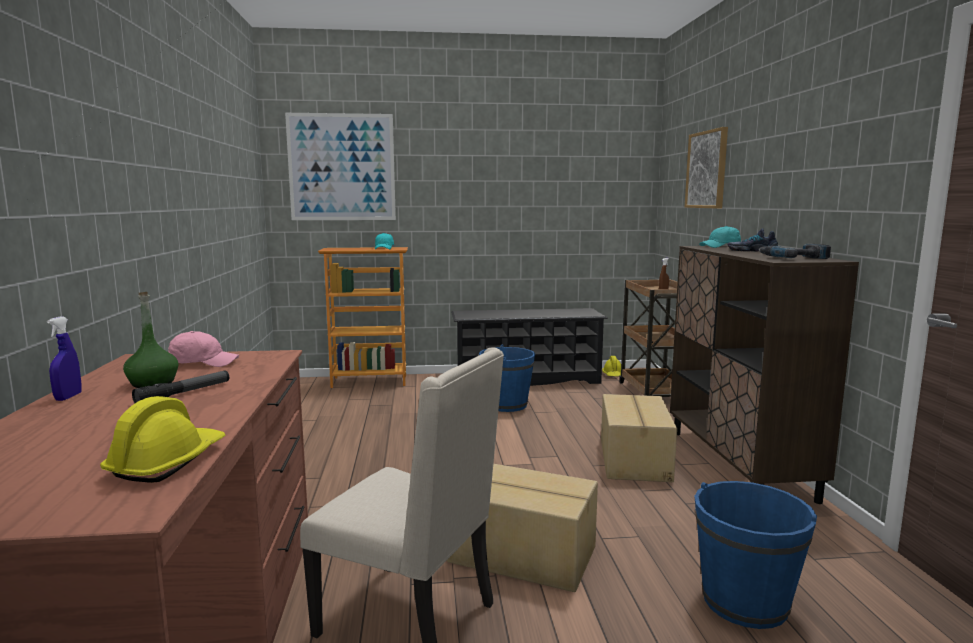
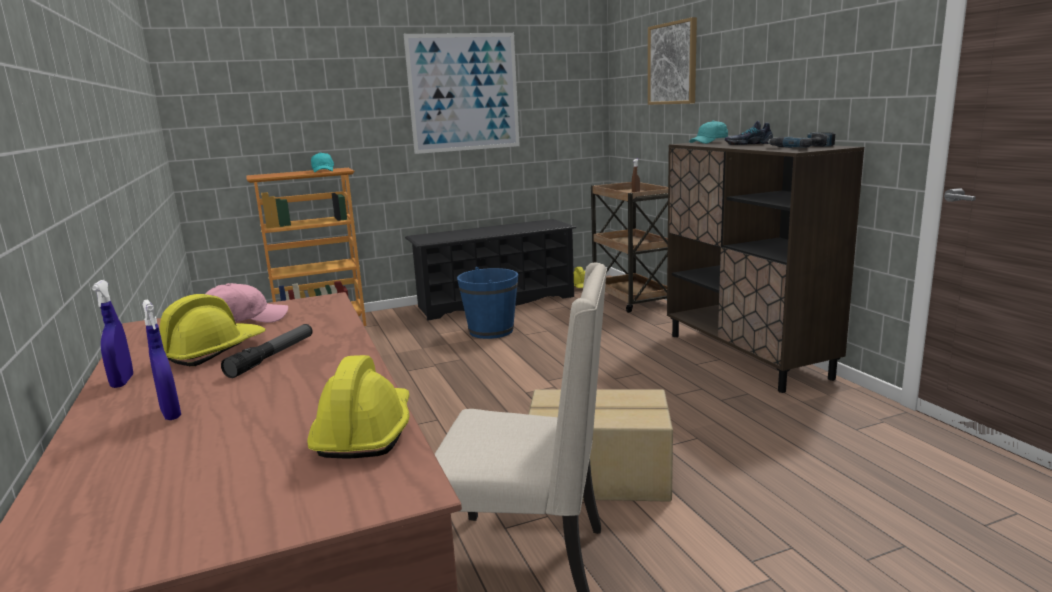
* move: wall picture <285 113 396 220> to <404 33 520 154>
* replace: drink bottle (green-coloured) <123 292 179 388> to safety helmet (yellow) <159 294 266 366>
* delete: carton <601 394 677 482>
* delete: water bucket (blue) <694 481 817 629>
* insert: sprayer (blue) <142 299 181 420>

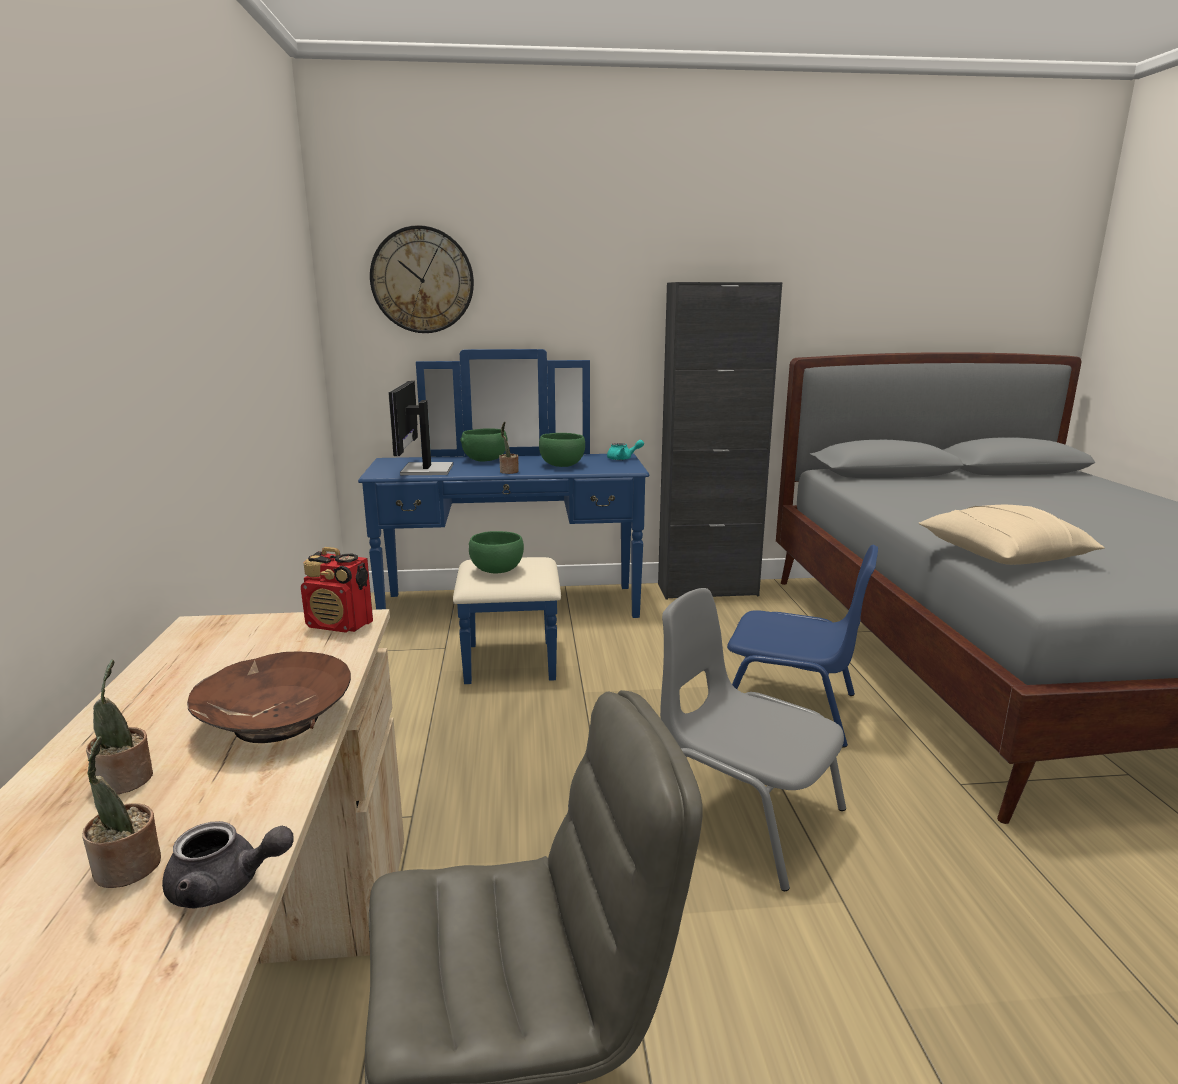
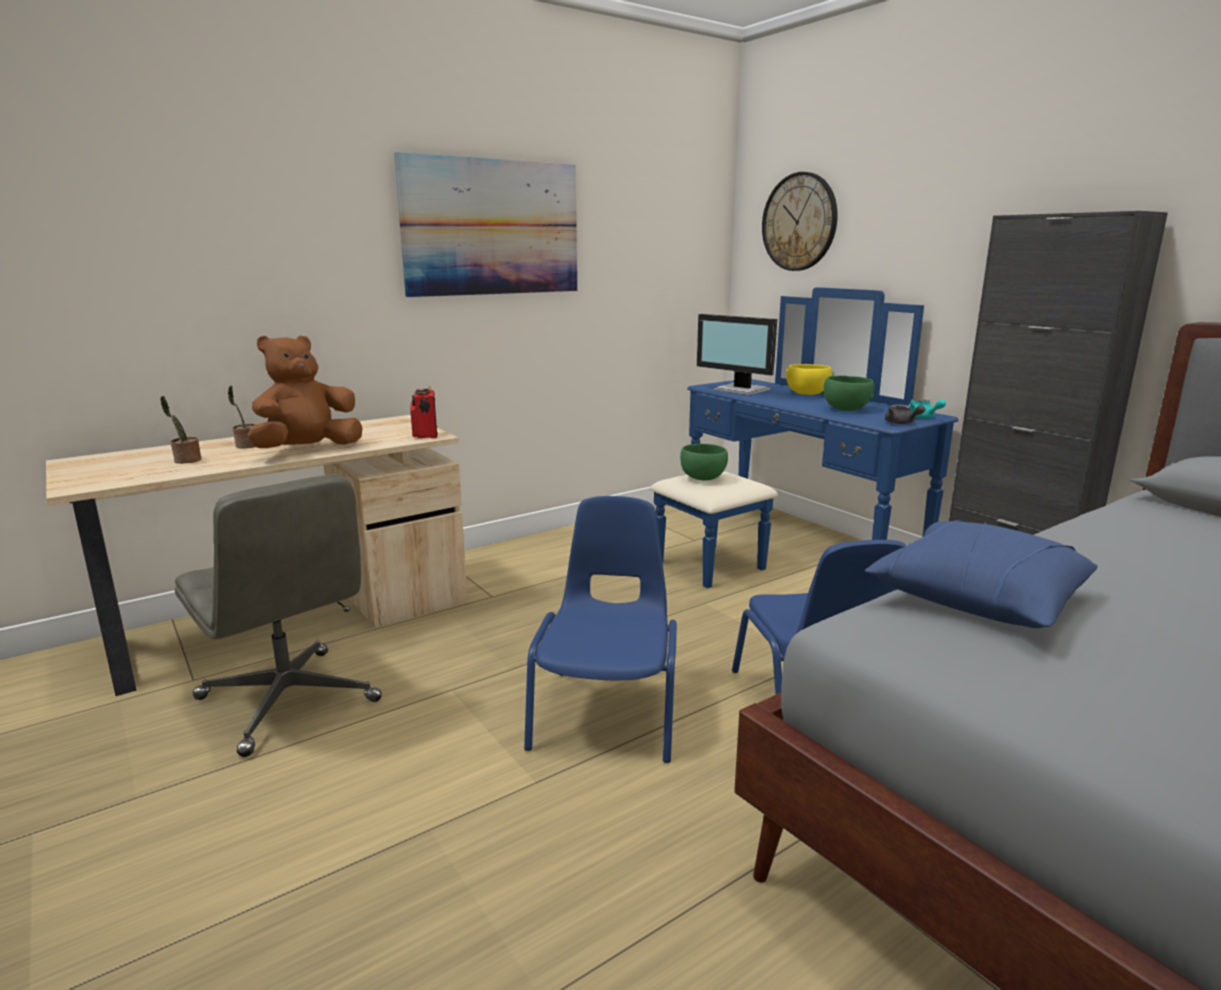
* rotate: monitor <388 381 453 475> = <697 314 777 395> 105 degrees counterclockwise
* delete: potted plant <499 422 519 474>
* recolor: deep dish (green-coloured) <460 428 508 461> to deep dish (yellow) <786 364 832 395>
* recolor: pillow (beige) <919 505 1105 565> to pillow (blue) <864 520 1098 628>
* recolor: chair (greyish) <660 588 846 891> to chair (blue) <524 496 677 763>
* replace: deep dish (brown) <187 651 351 743> to plush toy (brown) <248 335 363 448>
* move: pot for tea (greyish) <162 821 294 908> to <885 404 925 425>
* insert: wall picture <394 152 577 297>

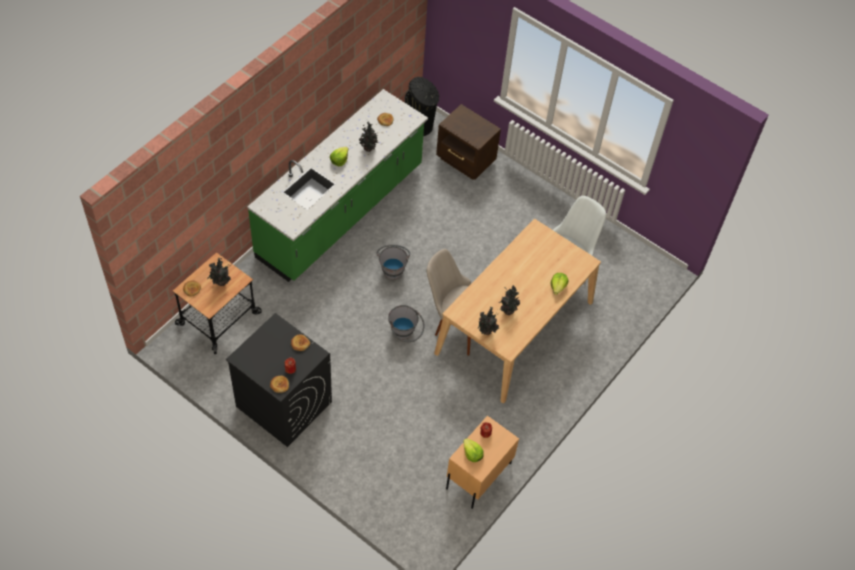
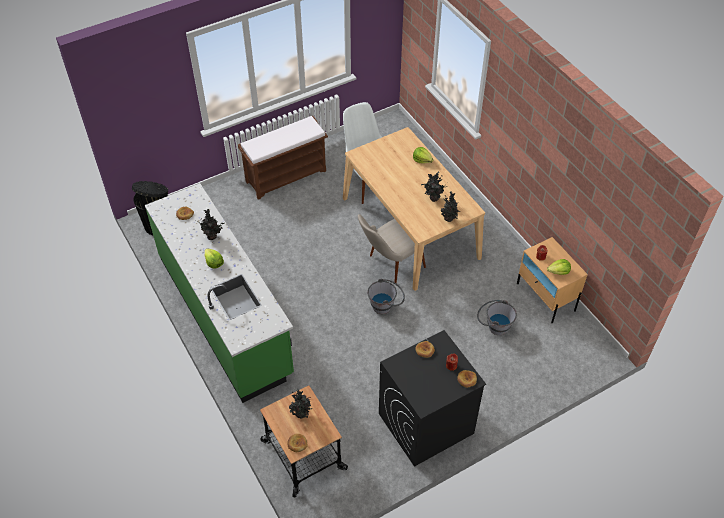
* delete: night table (brown) <436 104 501 180>
* move: water bucket (greyish) <377 245 410 280> to <477 300 517 335>
* insert: indoor bench (brown) <238 116 328 200>

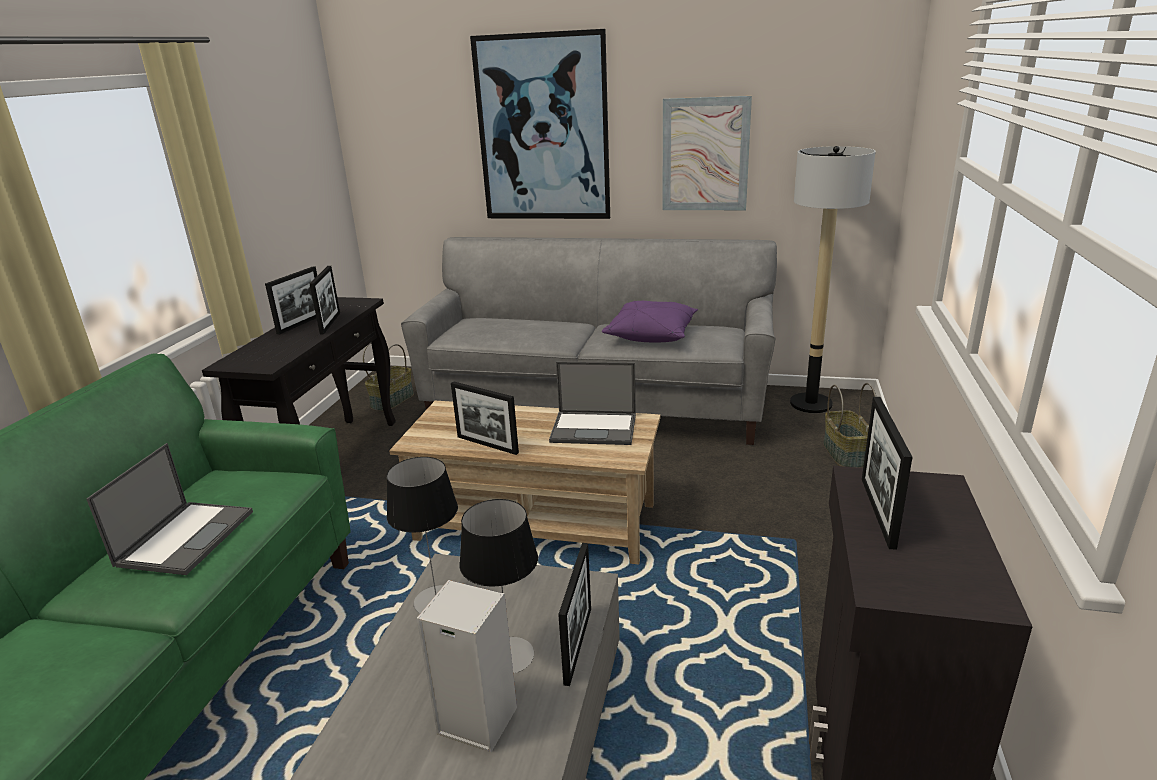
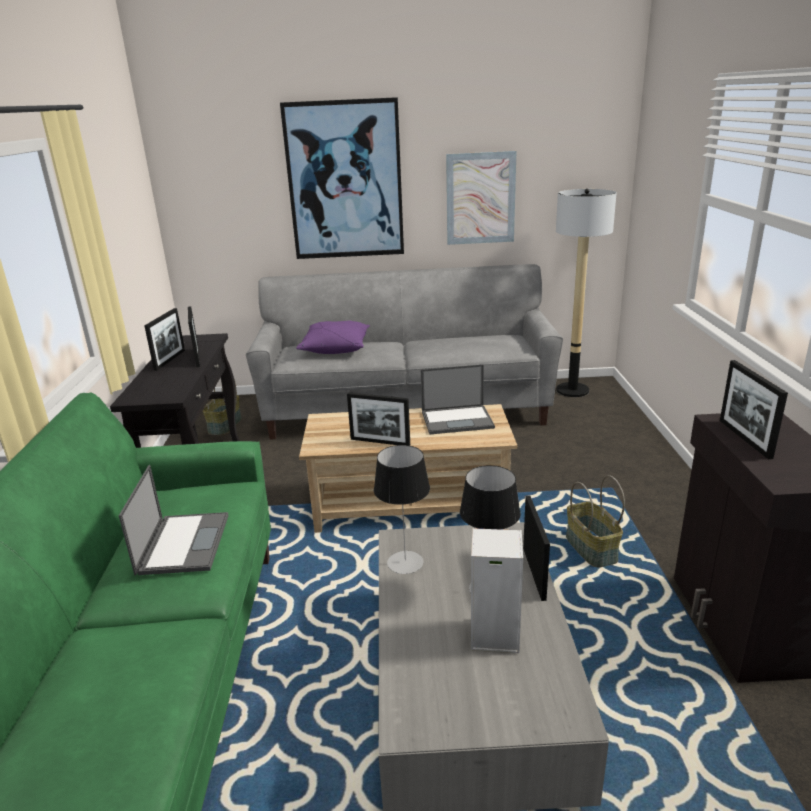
* move: pillow (purplish) <602 301 698 342> to <296 321 370 354>
* move: storage basket <823 383 876 468> to <566 475 625 568>

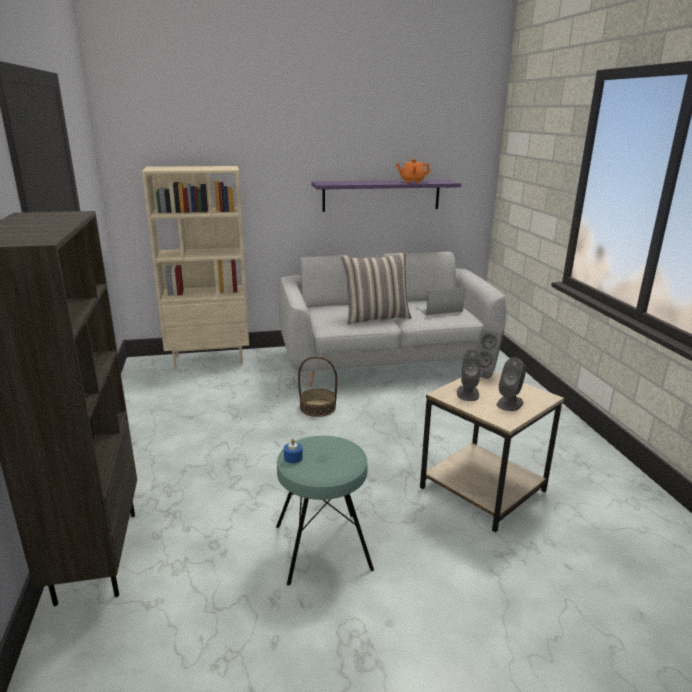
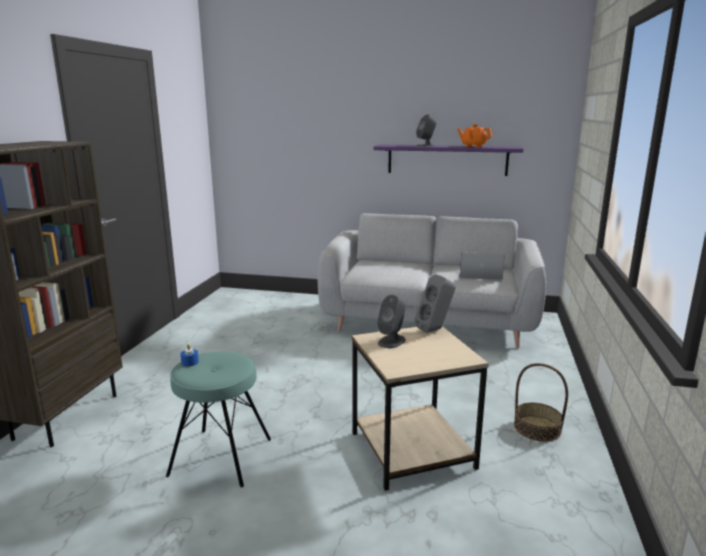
* delete: bookshelf (beige) <142 166 249 369>
* delete: pillow <342 252 412 324>
* move: storage basket <298 356 337 417> to <514 363 568 442>
* move: speaker (greyish) <497 358 526 411> to <416 114 437 147>

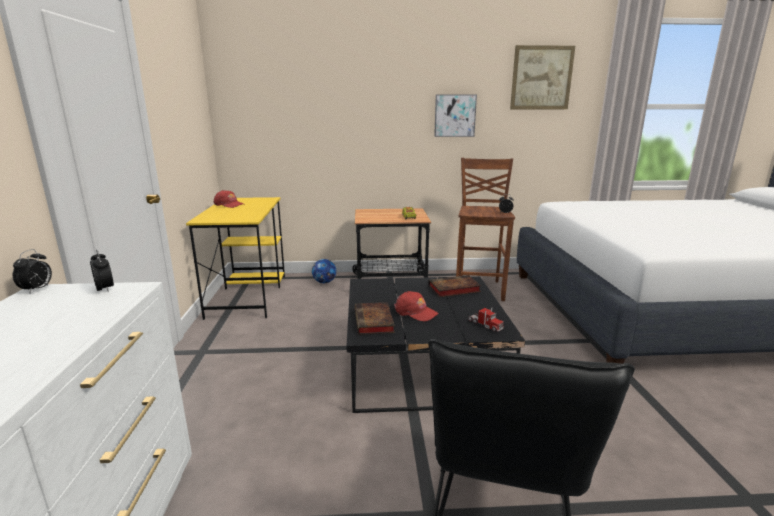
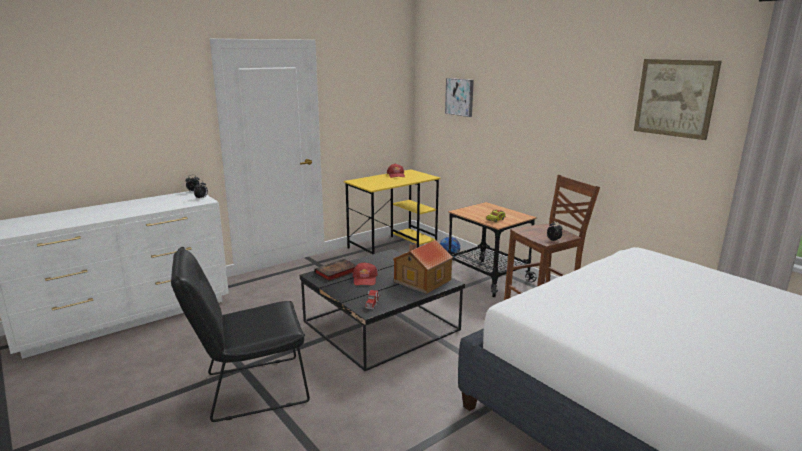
* move: wall picture <434 94 477 137> to <445 78 474 117>
* replace: book <428 275 481 297> to toy house <393 240 453 294>

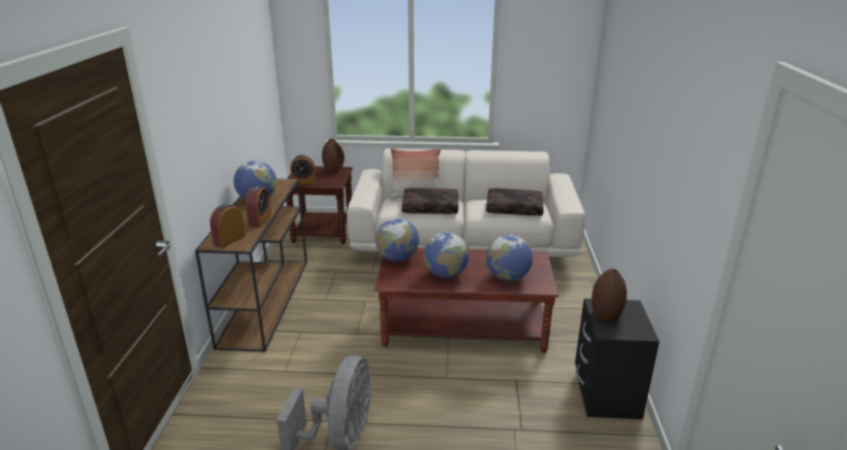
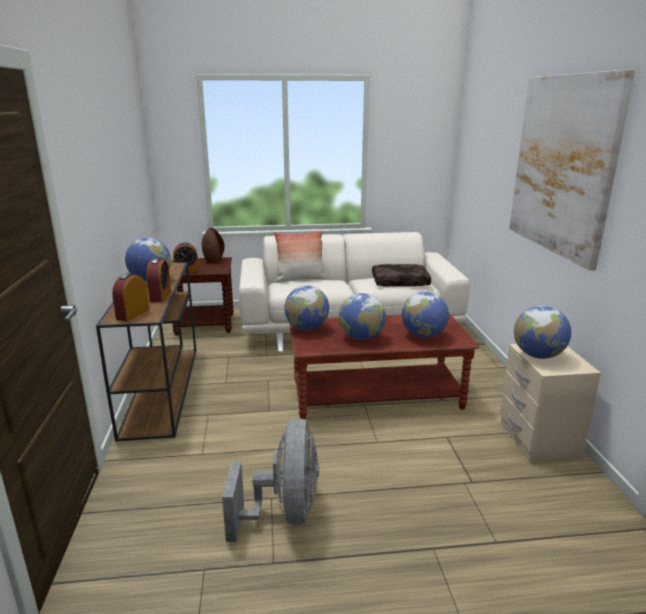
* delete: pillow (brown) <402 188 458 214>
* replace: vase (brown) <592 268 627 322> to globe <514 305 571 359>
* recolor: night table (black-coloured) <575 298 660 419> to night table (beige) <500 344 601 462>
* insert: wall picture <509 69 635 271>

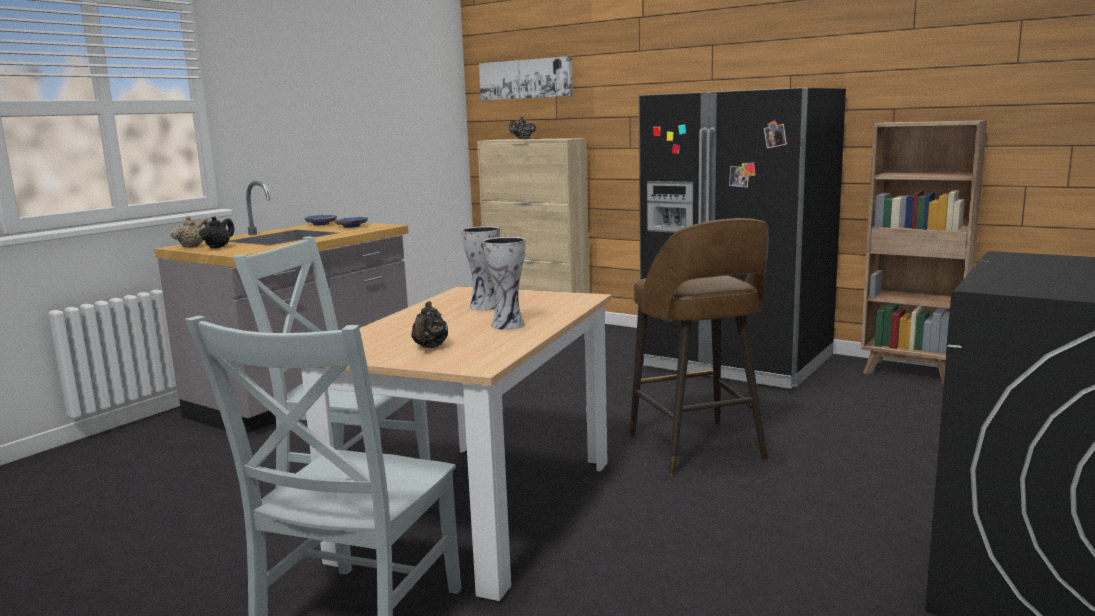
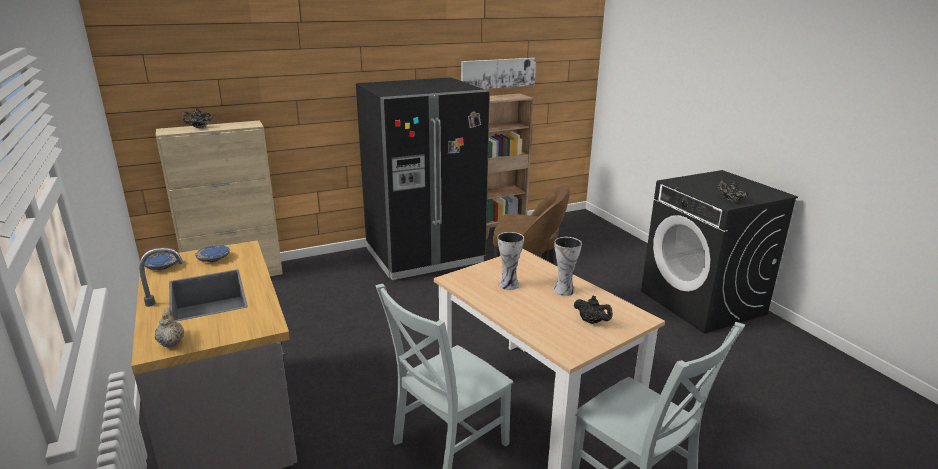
* move: wall picture <479 56 573 100> to <461 58 536 89>
* move: pot for tea (black-coloured) <199 216 235 248> to <718 180 748 202>

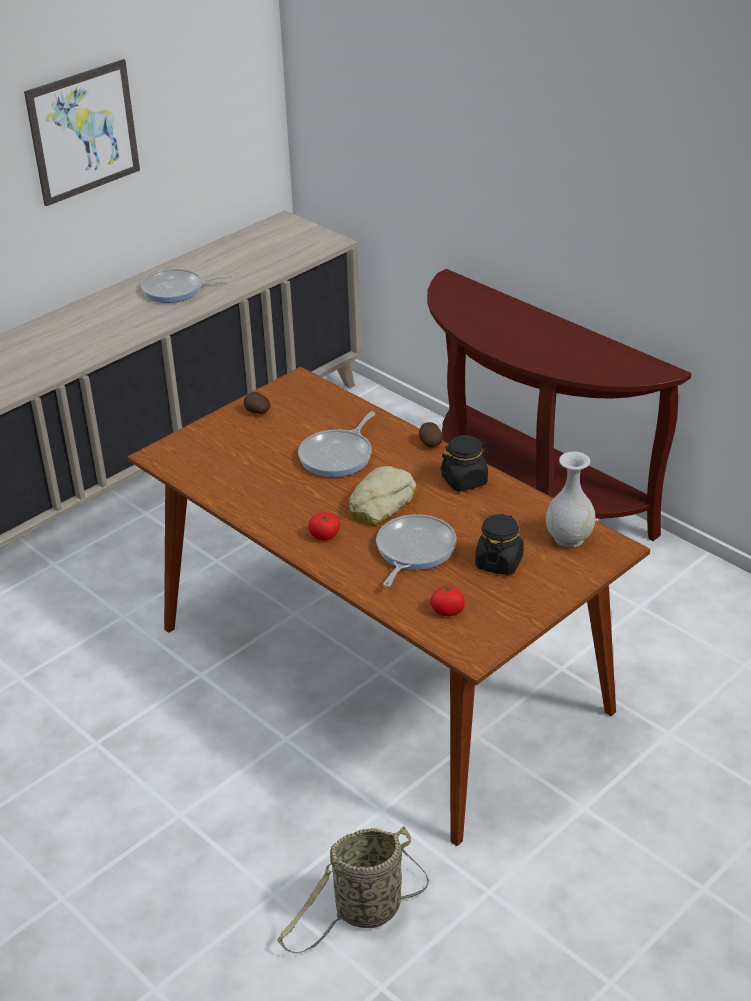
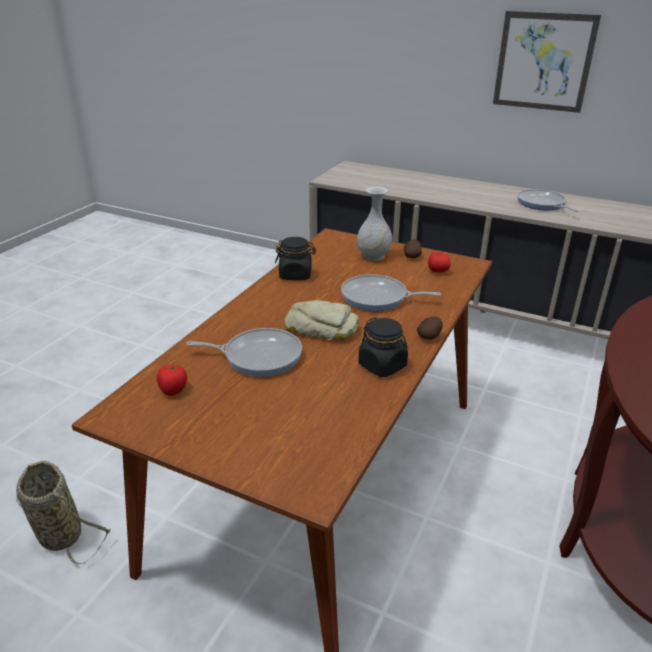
* move: vase (white-coloured) <546 452 596 548> to <357 186 392 261>
* move: fresh tomato <308 512 340 541> to <428 252 451 272>
* move: jar (black-coloured) <475 513 524 575> to <275 237 316 280>

